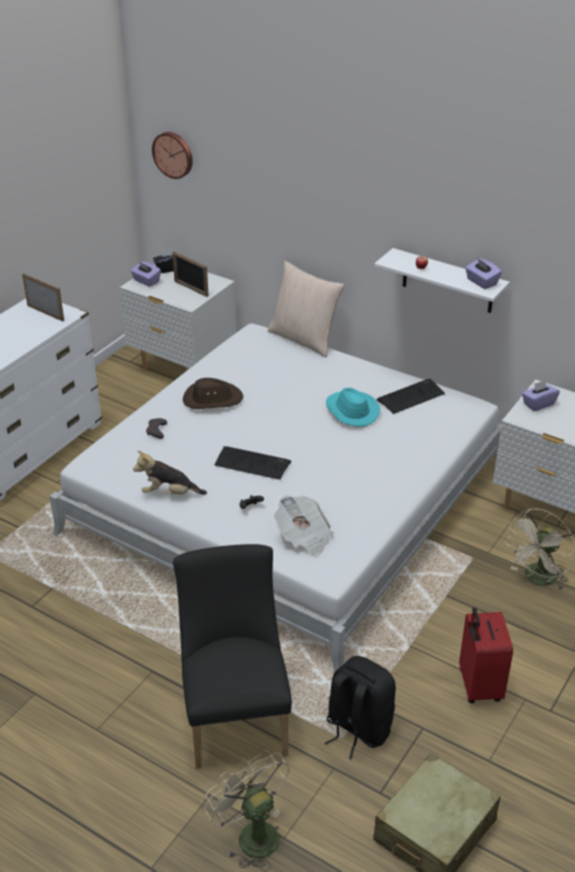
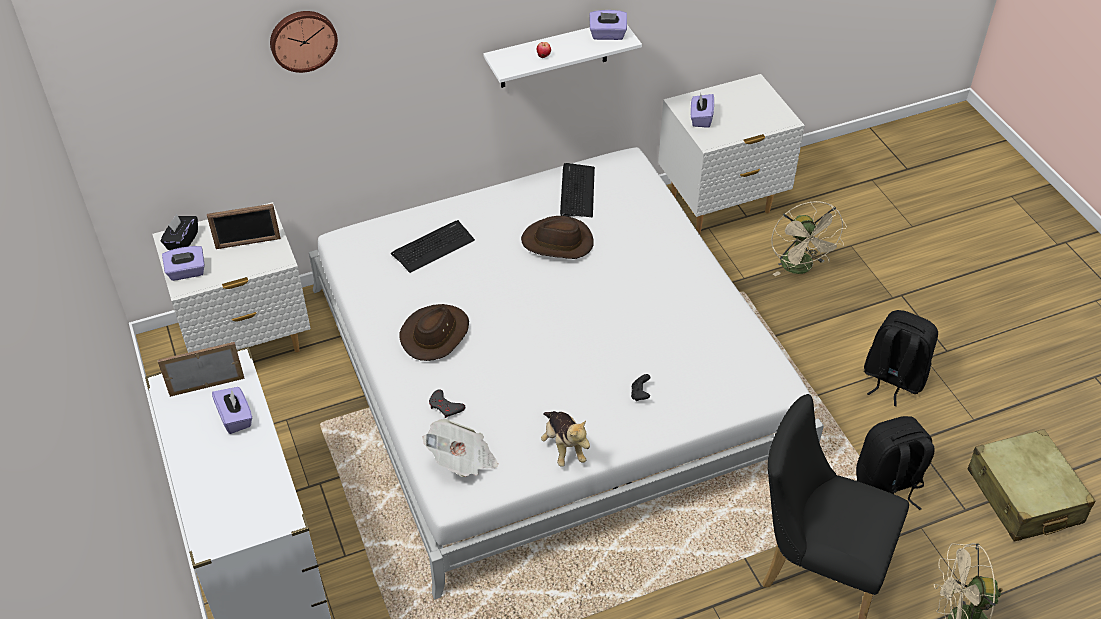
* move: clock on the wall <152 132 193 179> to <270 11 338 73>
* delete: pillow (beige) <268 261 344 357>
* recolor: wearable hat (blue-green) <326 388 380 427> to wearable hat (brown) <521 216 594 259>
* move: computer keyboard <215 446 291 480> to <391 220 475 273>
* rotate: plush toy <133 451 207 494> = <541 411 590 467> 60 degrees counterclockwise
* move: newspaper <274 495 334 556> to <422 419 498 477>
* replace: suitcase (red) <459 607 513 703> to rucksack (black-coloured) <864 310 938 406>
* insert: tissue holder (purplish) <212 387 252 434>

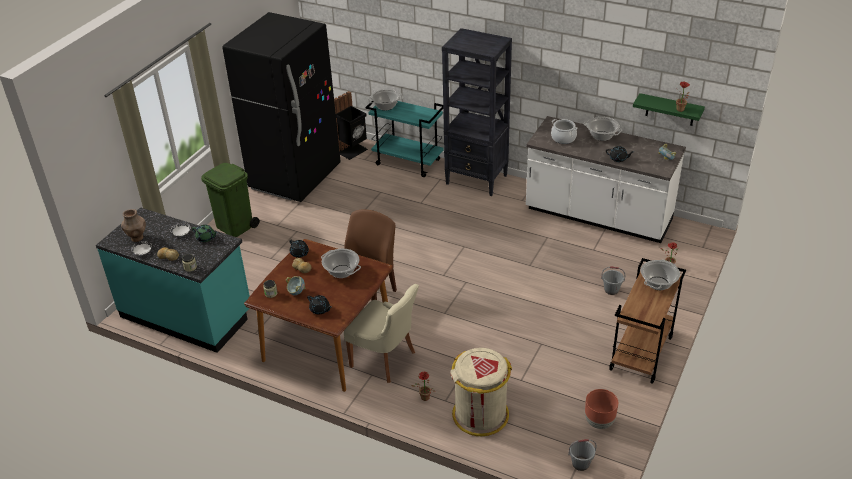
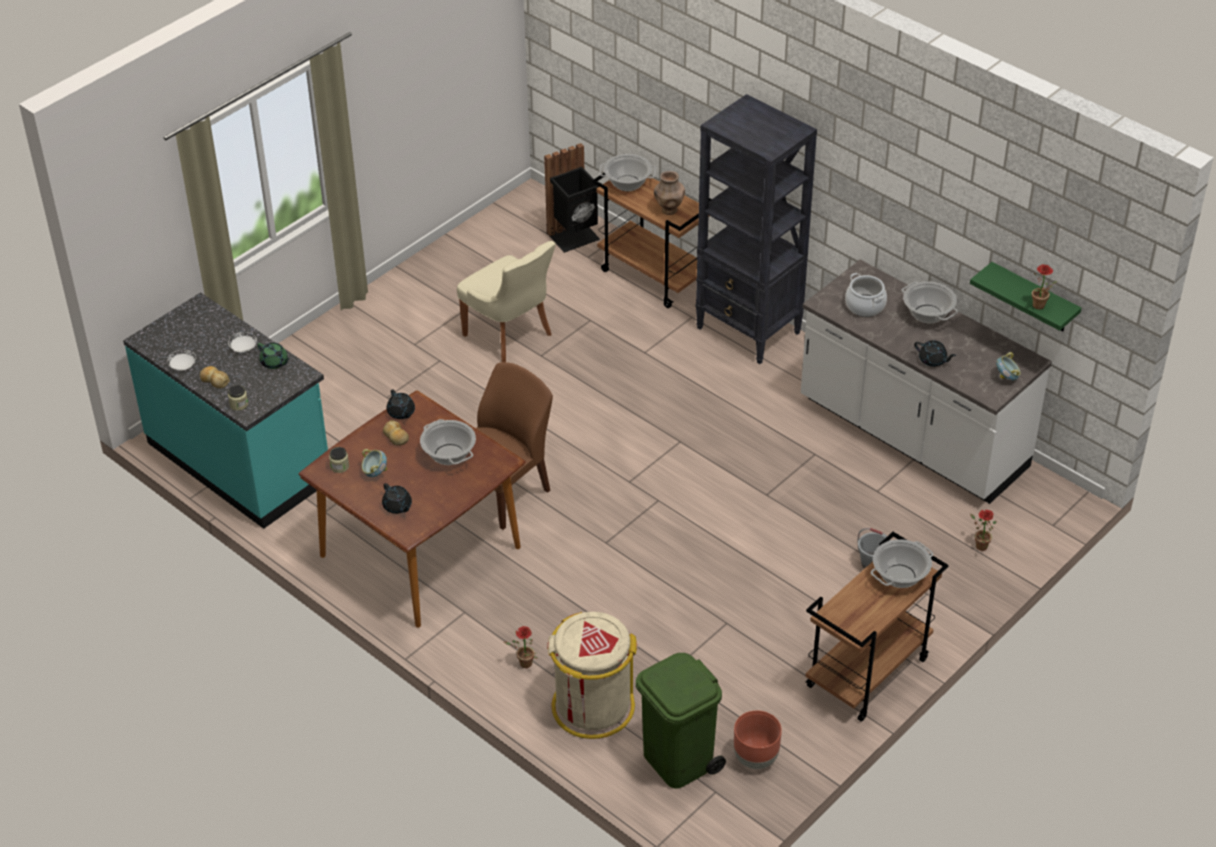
* delete: kitchen fridge (black-coloured) <223 12 341 202>
* recolor: trolley (blue-green) <366 101 444 177> to trolley (brown) <592 173 712 308>
* move: rubbish bin (green-coloured) <201 163 260 237> to <636 653 726 788>
* move: vase (brown) <121 209 146 242> to <654 171 685 215>
* move: chair (beige) <344 284 419 383> to <457 241 556 362>
* delete: water bucket (greyish) <568 439 597 471>

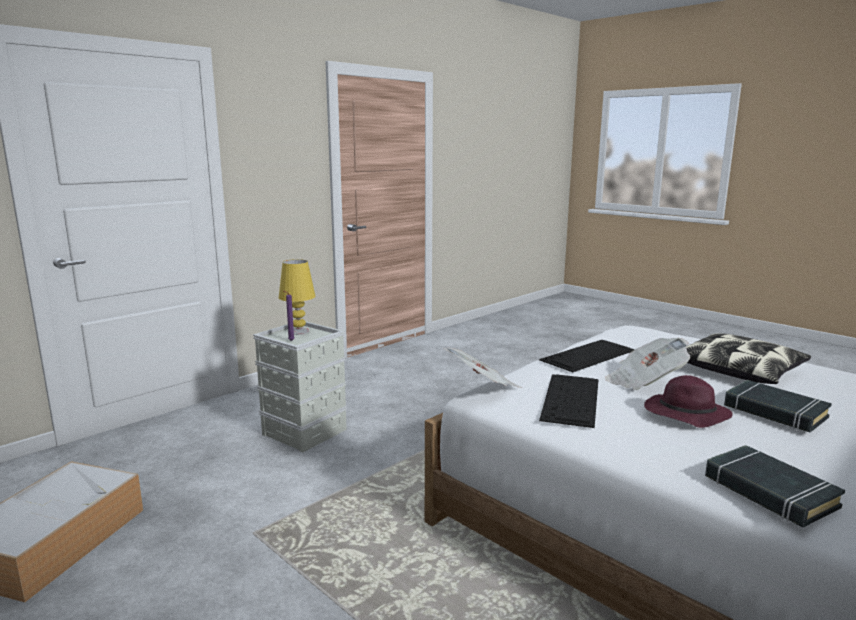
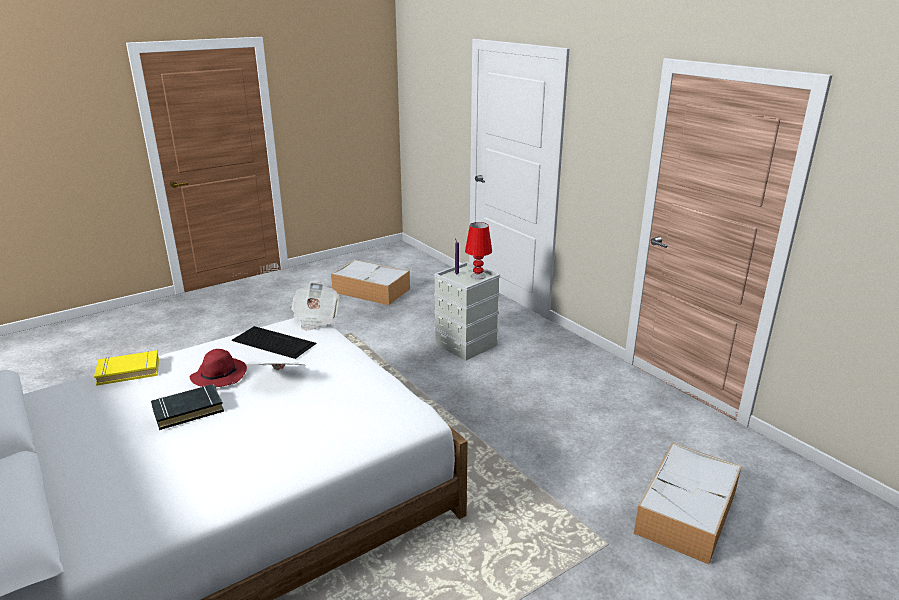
* recolor: table lamp (yellow) <279 259 315 335> to table lamp (red) <465 222 492 280>
* delete: pillow <686 333 811 384>
* delete: computer keyboard <539 340 635 372>
* recolor: wearable hat (purplish) <644 375 733 428> to wearable hat (red) <190 349 247 388>
* recolor: book (black-coloured) <705 445 845 527> to book (yellow) <94 350 159 386>
* insert: storage container <634 443 742 564>

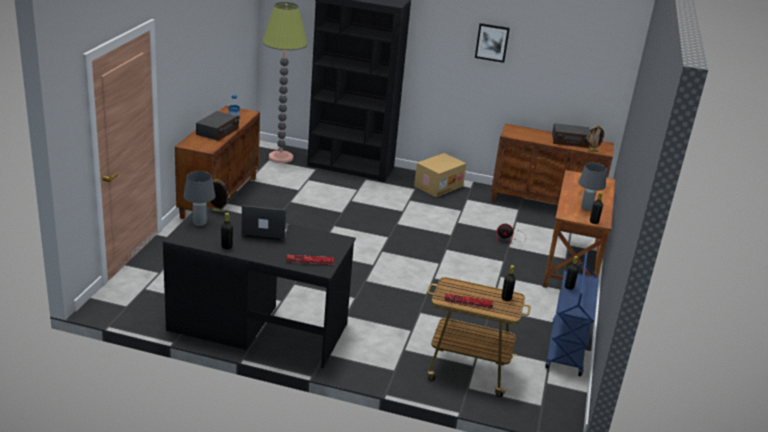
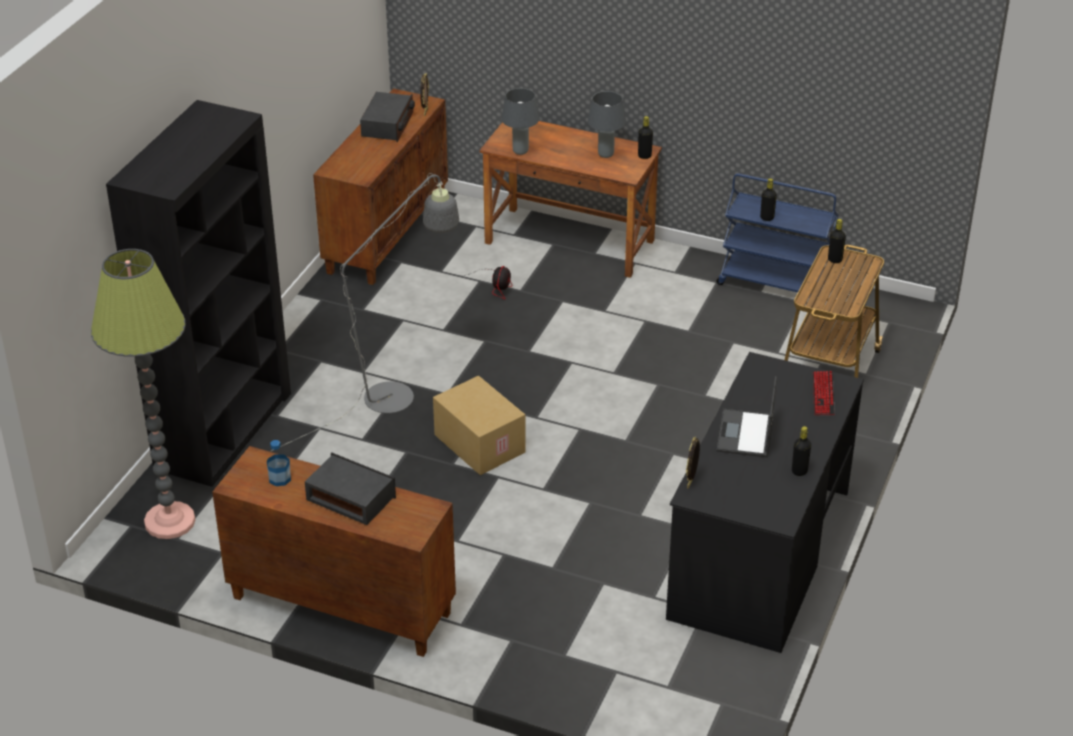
* delete: wall picture <475 23 510 63>
* move: carton <414 153 466 197> to <433 376 526 475>
* move: table lamp (greyish) <183 171 215 226> to <501 88 539 155>
* delete: computer keyboard <445 293 494 309>
* insert: floor lamp (greyish) <271 173 459 451>

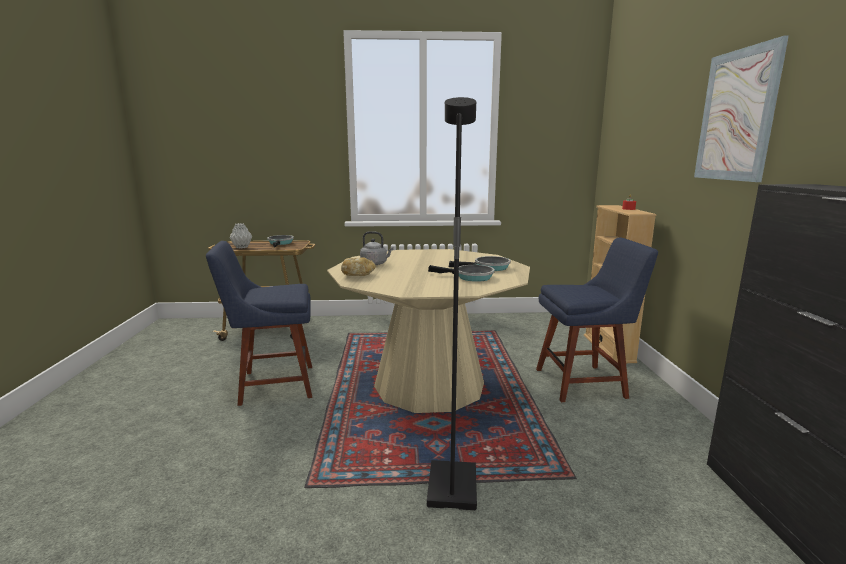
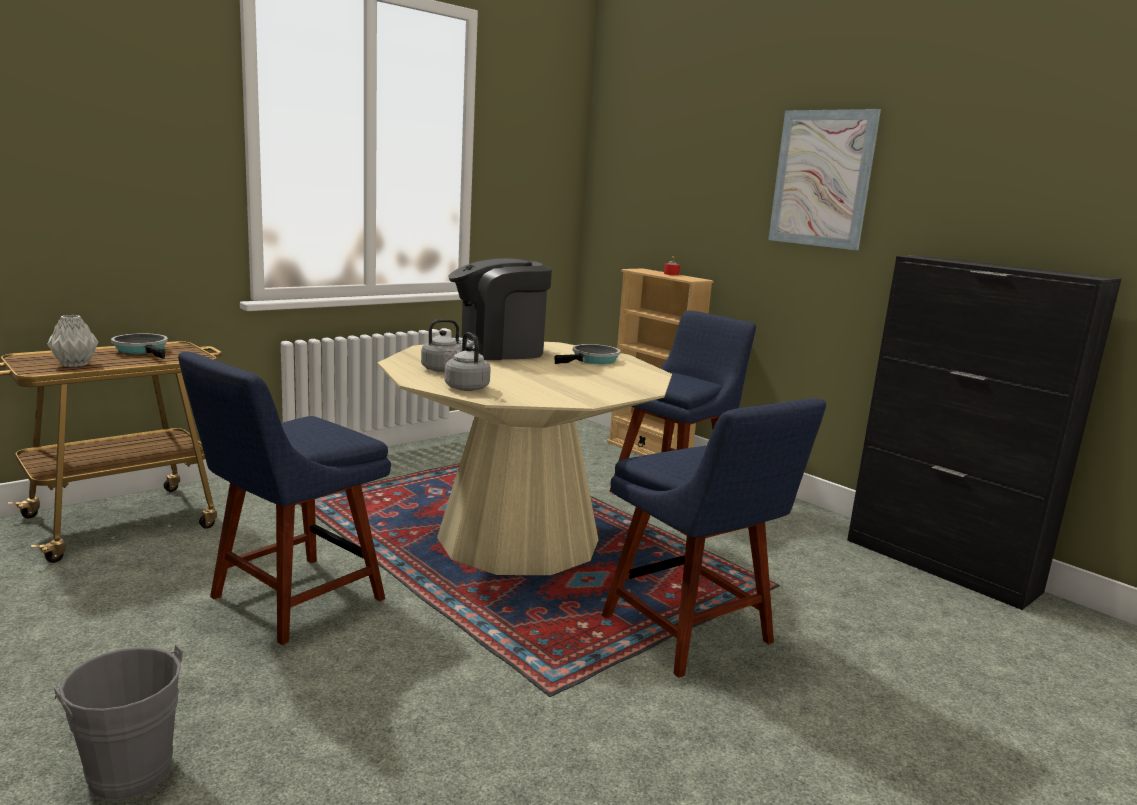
* replace: floor lamp (black-coloured) <427 97 477 510> to chair (blue) <602 398 826 678>
* replace: bread <341 257 376 276> to tea kettle (greyish) <445 332 491 391>
* delete: frying pan <428 265 495 282>
* insert: coffee maker <448 258 552 360>
* insert: water bucket (greyish) <54 644 183 801>

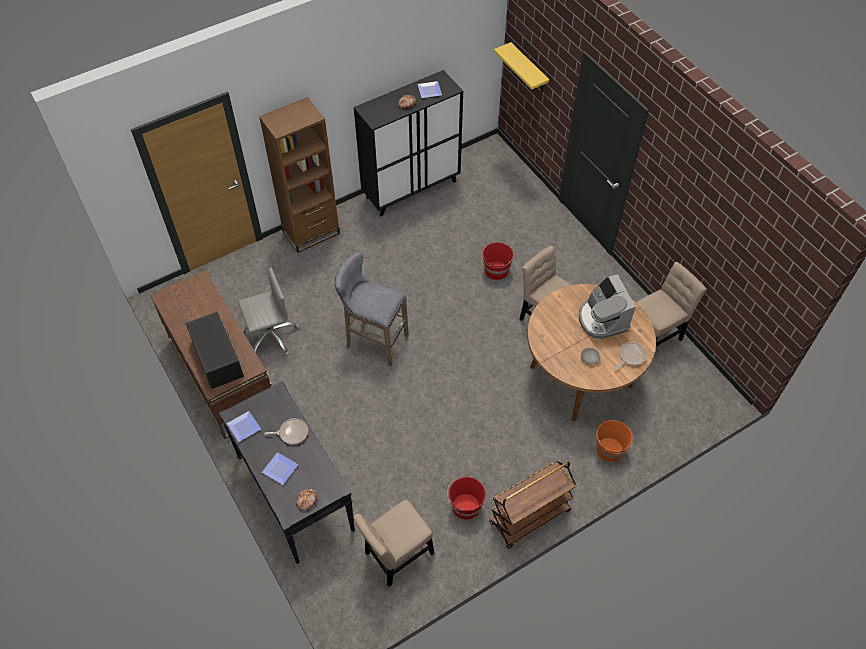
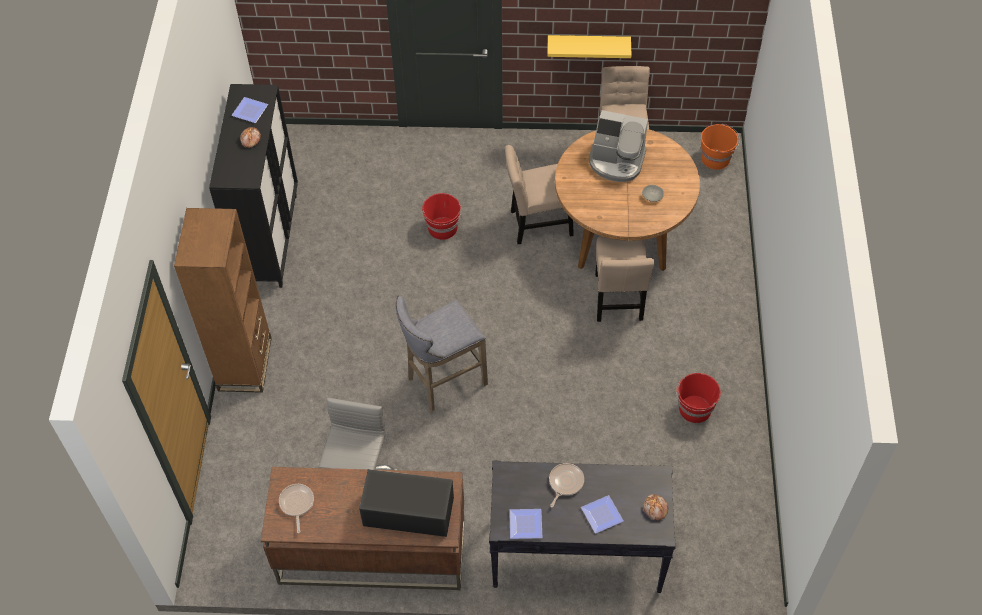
* move: shelf (yellow) <494 42 549 92> to <547 35 632 58>
* move: frying pan <614 342 647 370> to <279 484 314 533>
* move: water bucket (orange-coloured) <596 420 634 462> to <701 124 740 170>
* delete: trolley (brown) <489 461 576 549>
* move: chair (beige) <353 500 434 587> to <595 237 655 322>

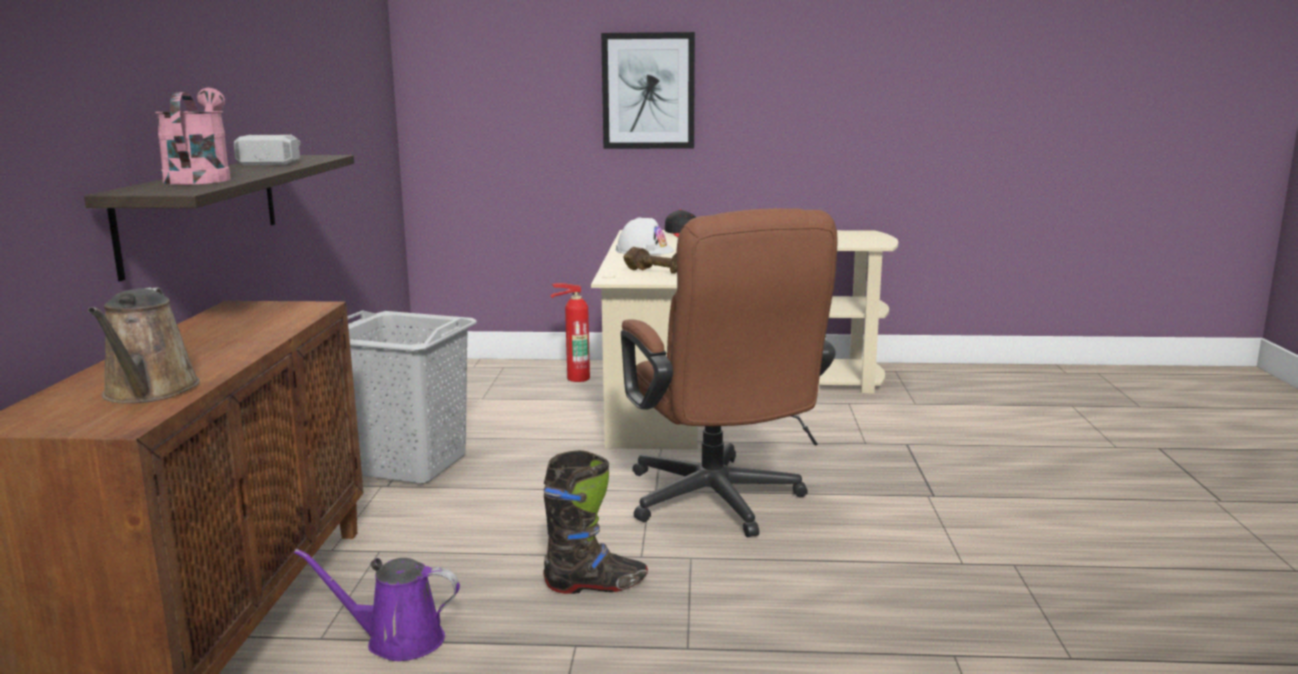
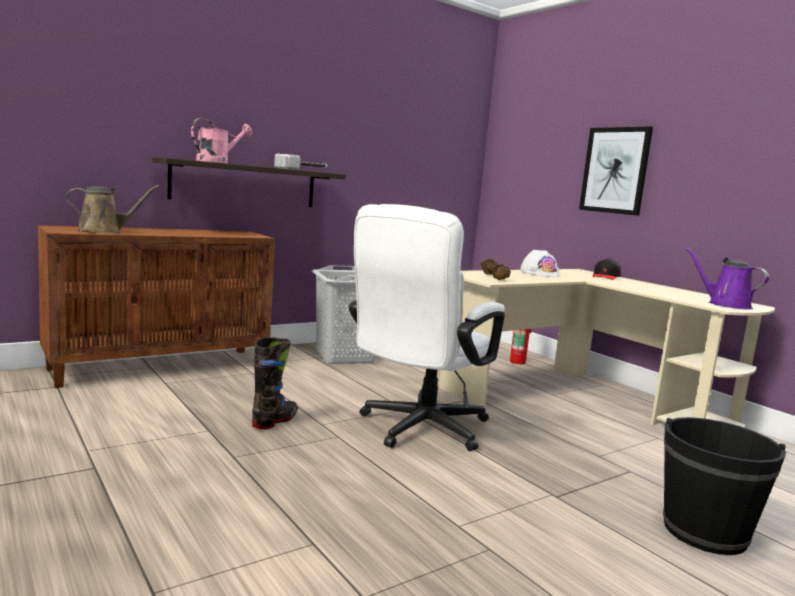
* recolor: office chair (brown) <621 208 838 537> to office chair (white-coloured) <349 204 505 451>
* rotate: watering pot (brown) <88 287 200 403> = <66 185 159 234> 150 degrees counterclockwise
* rotate: high-top boot (black-coloured) <543 450 648 594> = <252 337 298 429> 105 degrees counterclockwise
* move: watering pot (purplish) <294 549 460 661> to <686 248 769 310>
* insert: water bucket (black-coloured) <663 417 786 555>

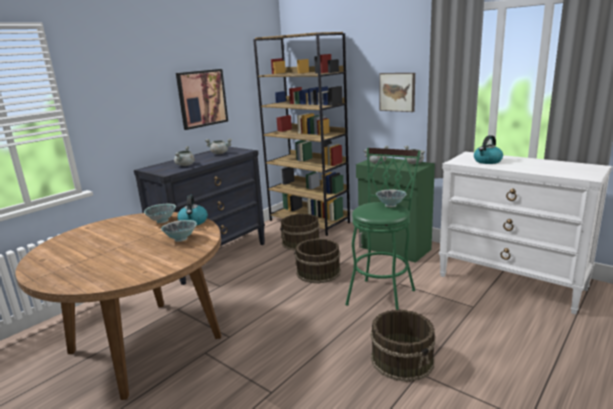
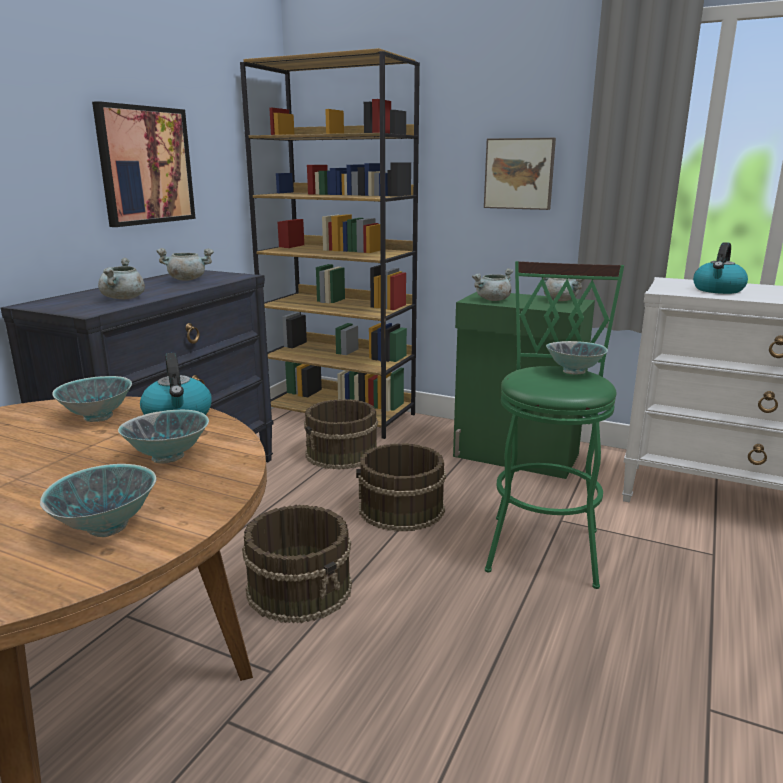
* move: water bucket (brown) <370 309 435 382> to <242 505 352 623>
* insert: deep dish <40 464 156 537>

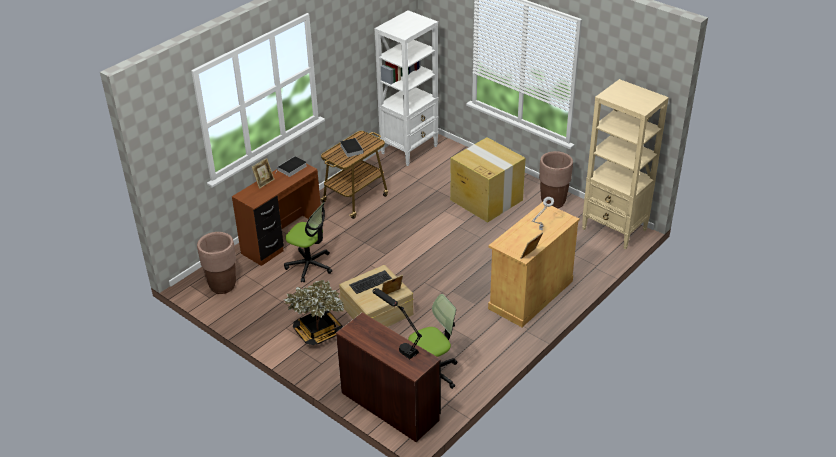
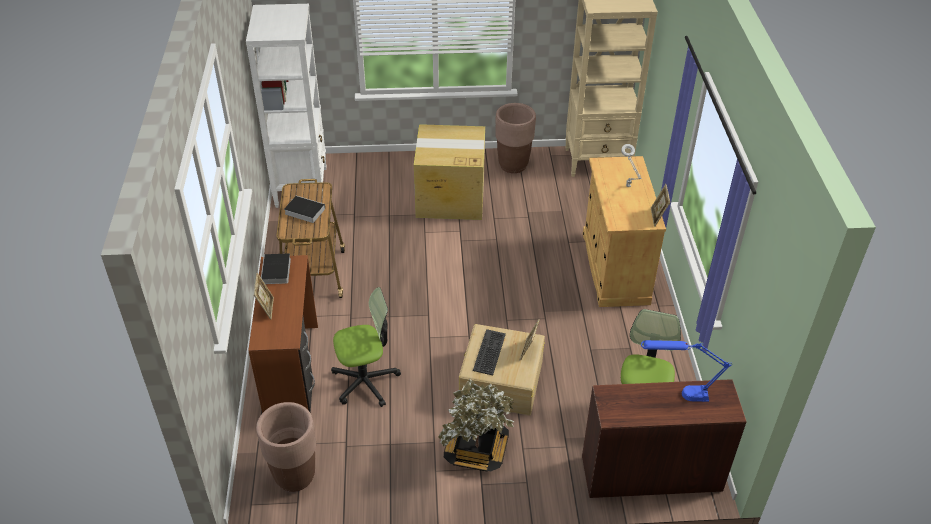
* recolor: table lamp (black-coloured) <373 288 422 359> to table lamp (blue) <641 340 732 402>

